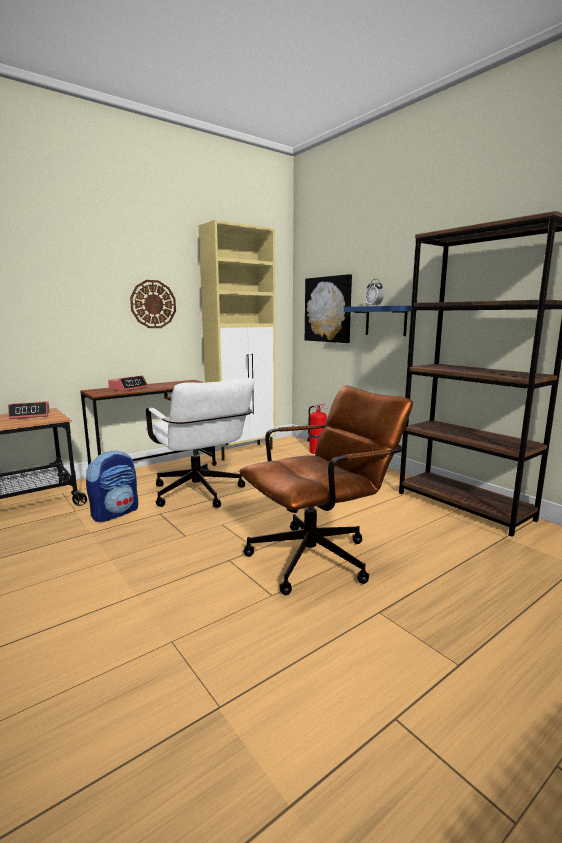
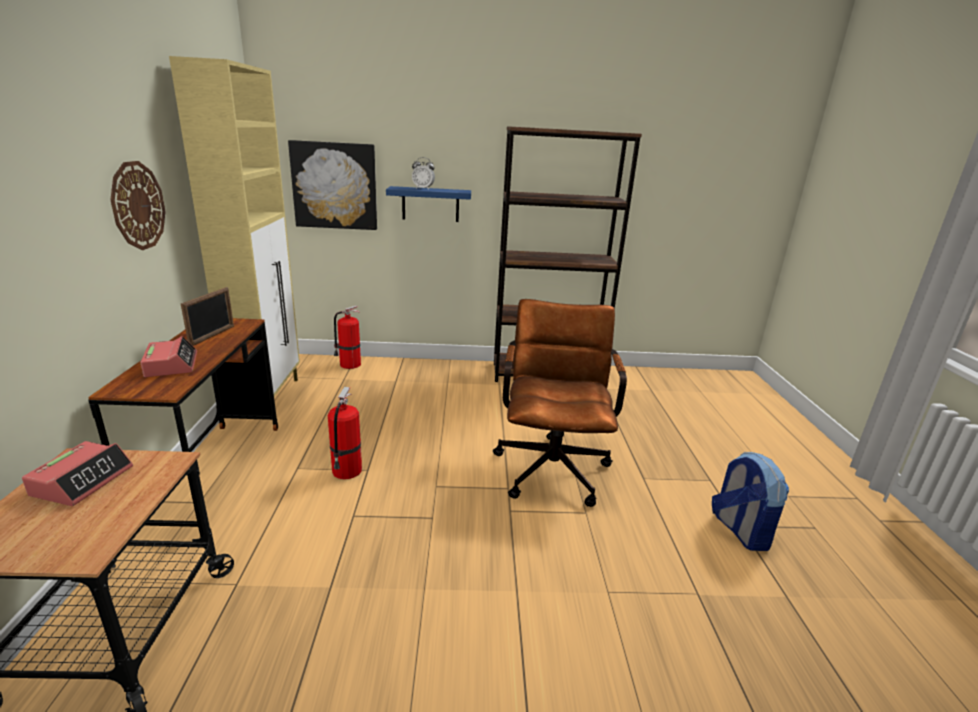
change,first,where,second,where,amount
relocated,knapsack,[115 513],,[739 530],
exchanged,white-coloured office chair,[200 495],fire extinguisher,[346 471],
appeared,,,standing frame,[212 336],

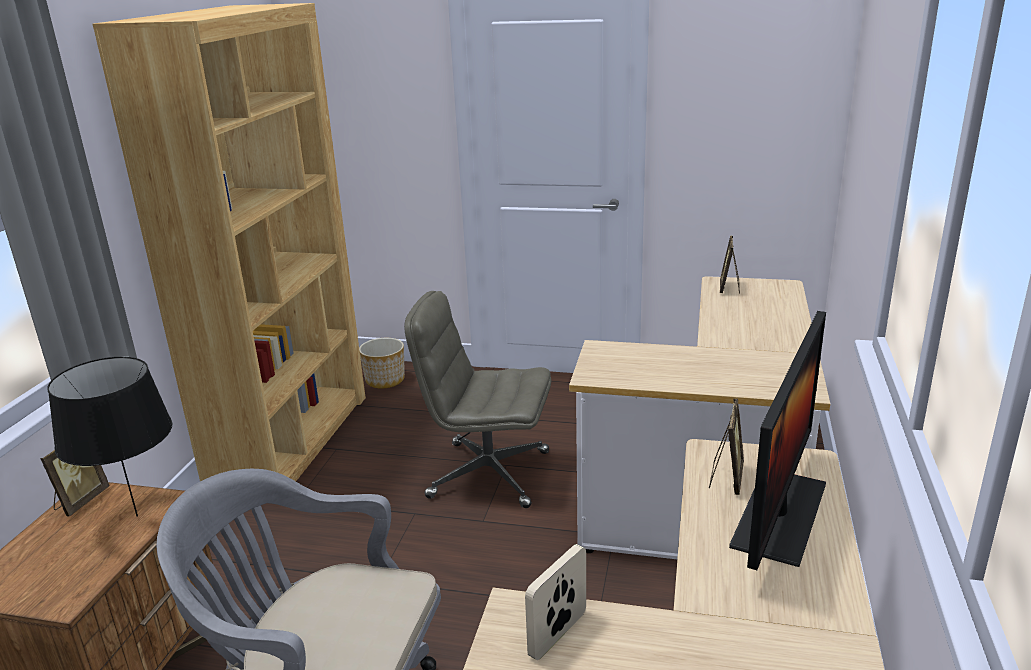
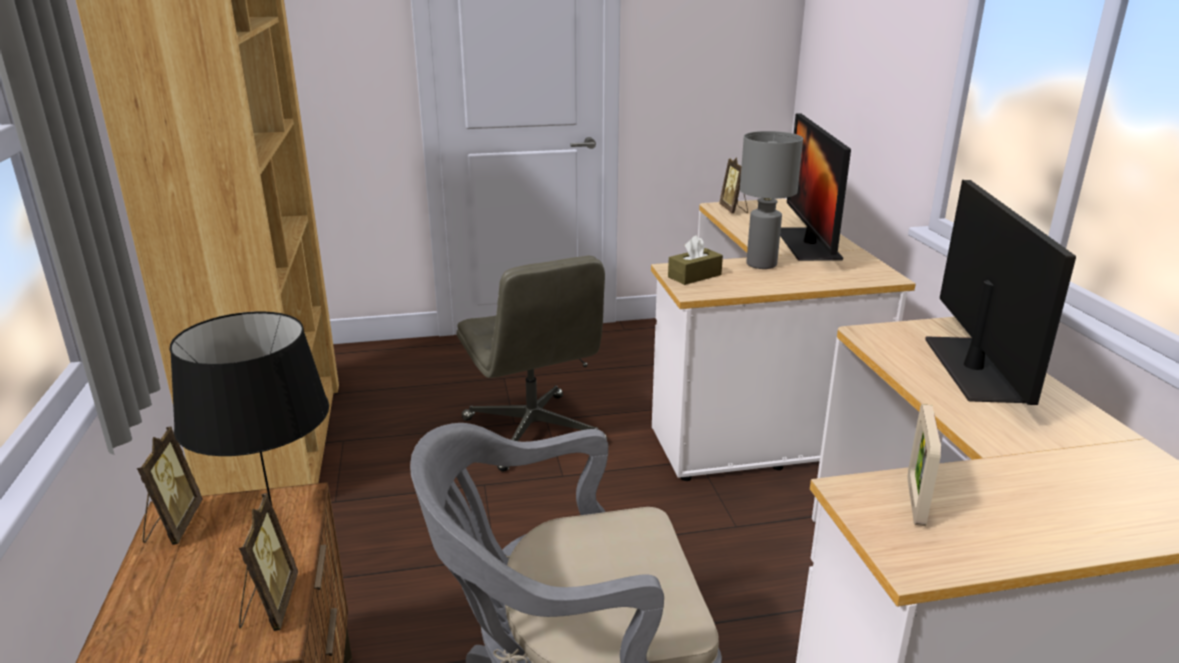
change,first,where,second,where,amount
missing,flower pot,[385 380],,,
spun,greyish office chair,[487 474],,[533 432],105 degrees counterclockwise
relocated,standing frame,[726 479],,[269 605],
appeared,,,brown box of tissues,[694 276],
appeared,,,greyish table lamp,[762 264],
appeared,,,computer display,[807 244],

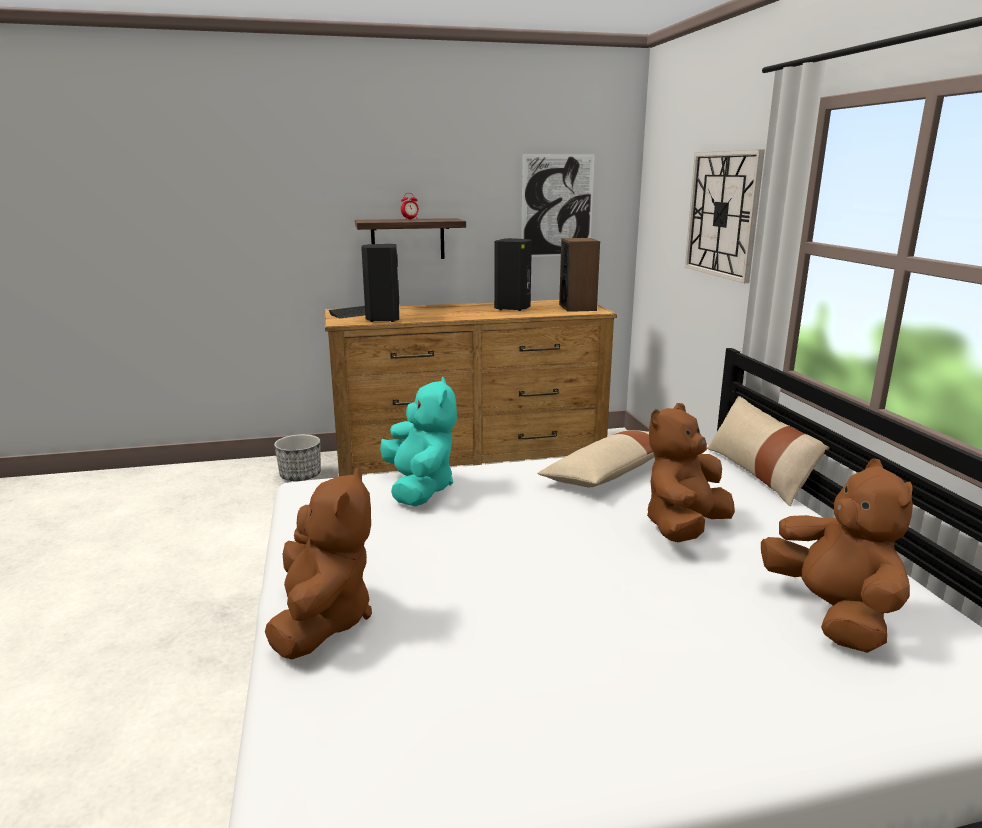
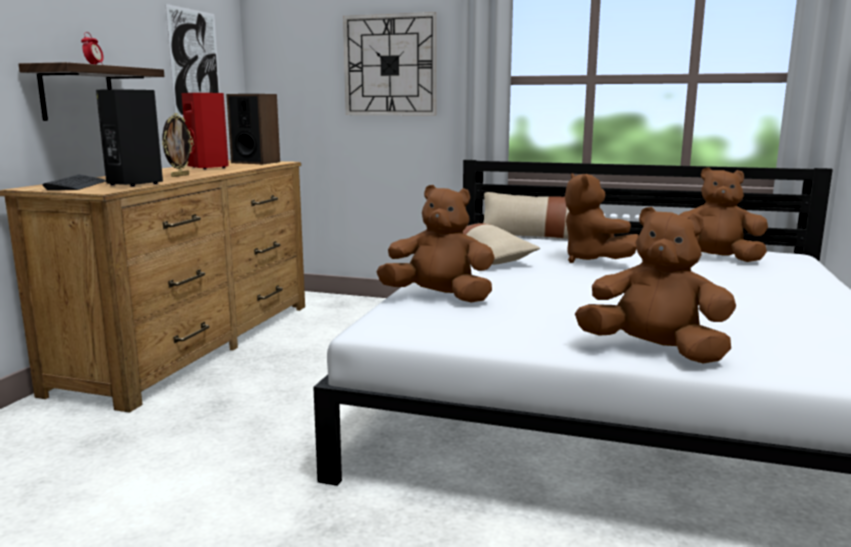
change,first,where,second,where,amount
missing,flower pot,[300 476],,,
colour,turquoise cuddly toy,[419 488],brown cuddly toy,[439 298],
colour,black-coloured speaker,[513 308],reddish speaker,[209 167],
appeared,,,standing frame,[179 176],

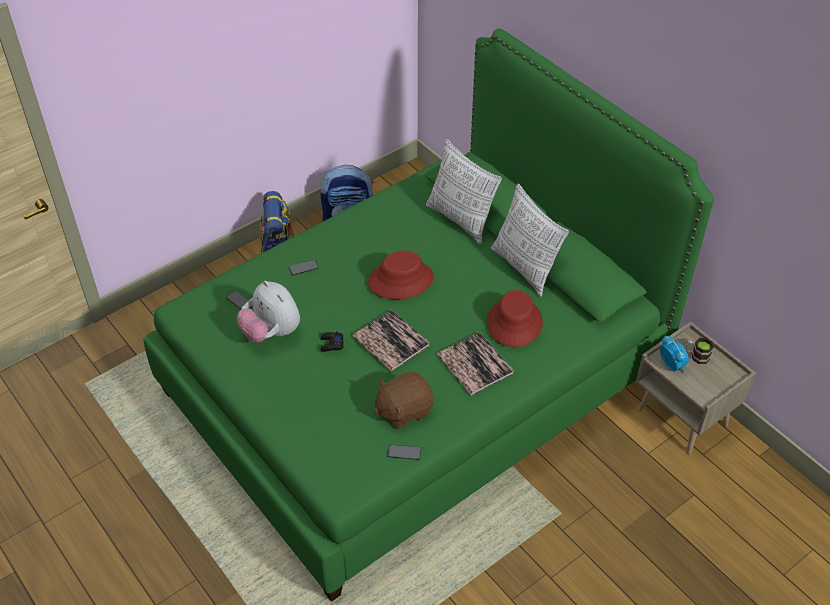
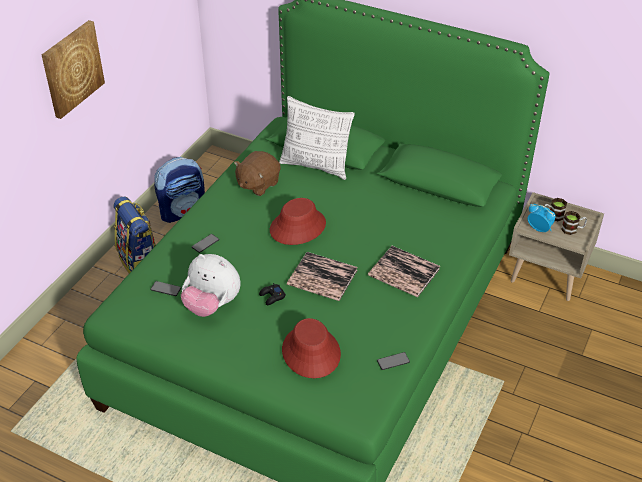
change,first,where,second,where,amount
relocated,brown cuddly toy,[403 410],,[257 184],
relocated,reddish clothing hat,[514 322],,[310 352],
missing,pillow,[525 268],,,
appeared,,,wall art,[72 68],
appeared,,,tea mug,[572 229],

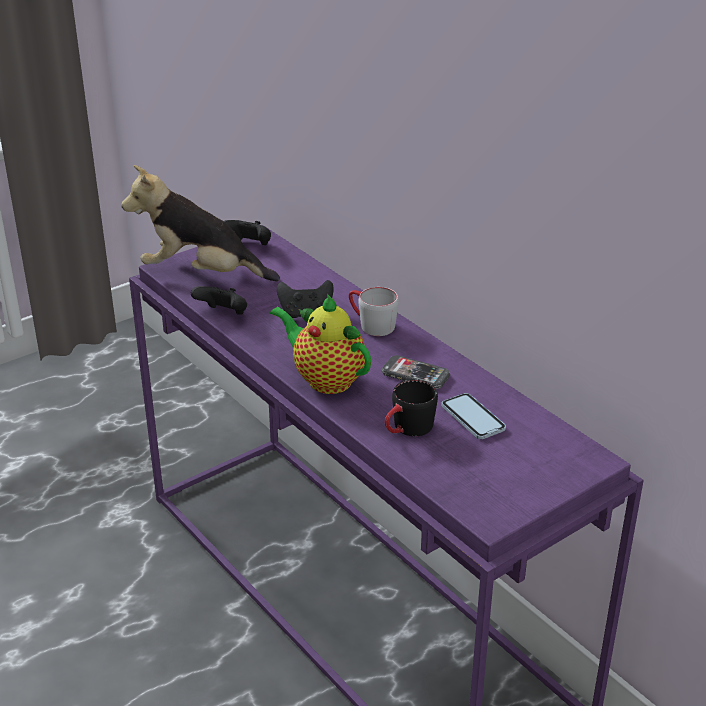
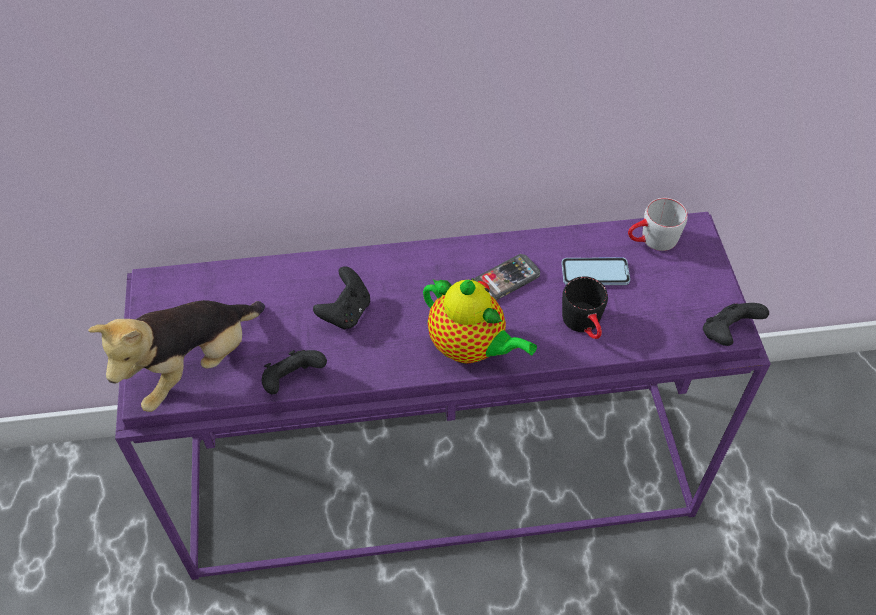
change,first,where,second,where,amount
relocated,black-coloured joypad,[249 246],,[727 334],
spun,tea pot,[325 379],,[470 348],120 degrees counterclockwise
relocated,greyish tea mug,[370 324],,[651 240],

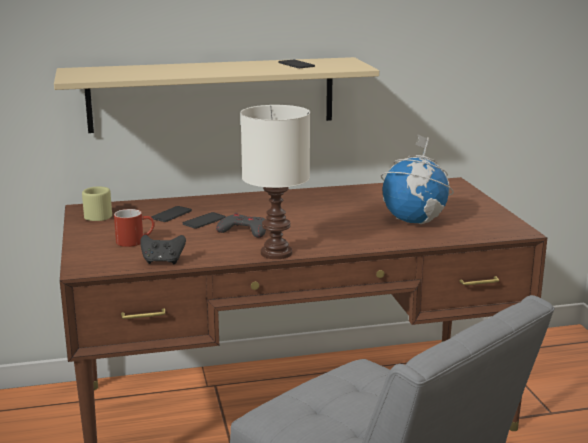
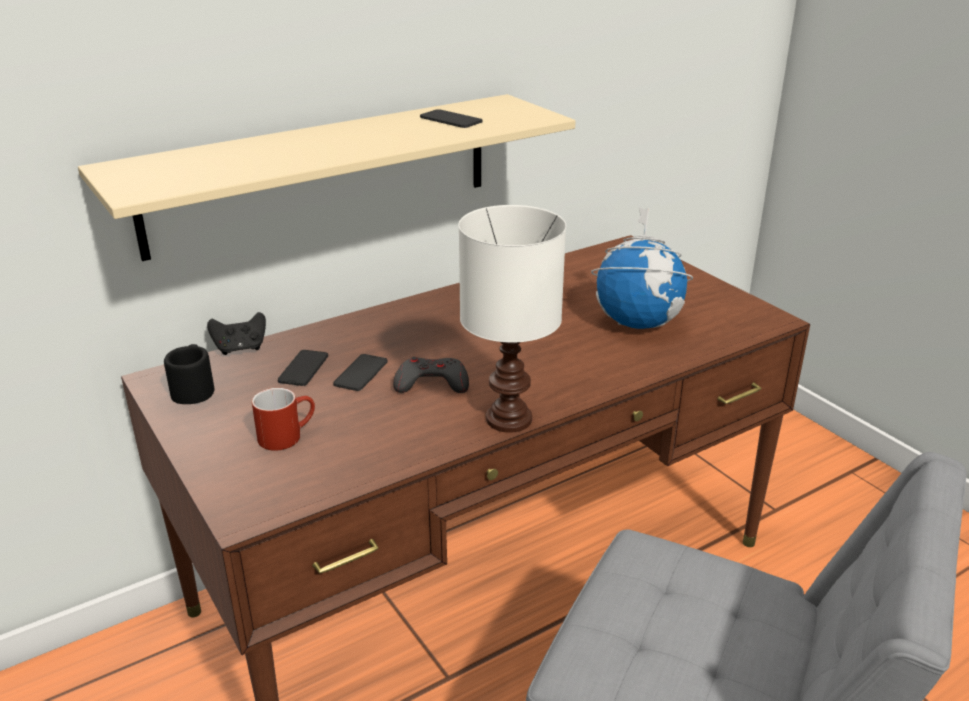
change,first,where,second,where,amount
colour,beige-coloured tea mug,[100 215],black-coloured tea mug,[194 388],
relocated,black-coloured joypad,[162 261],,[240 348],

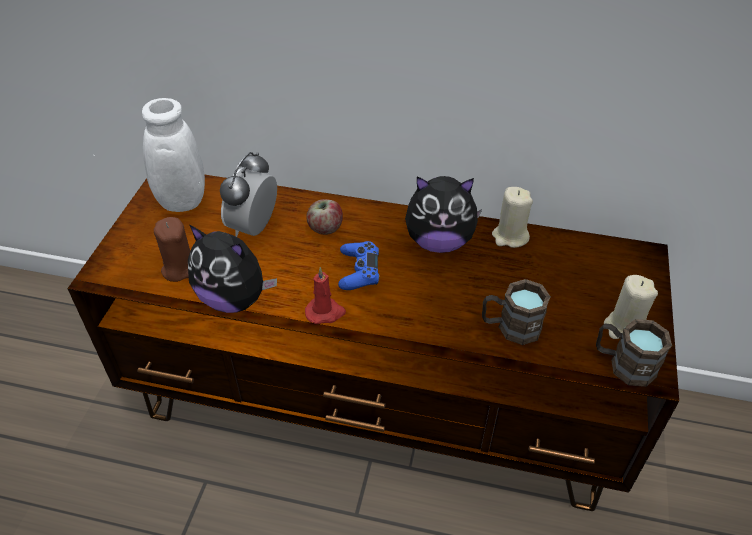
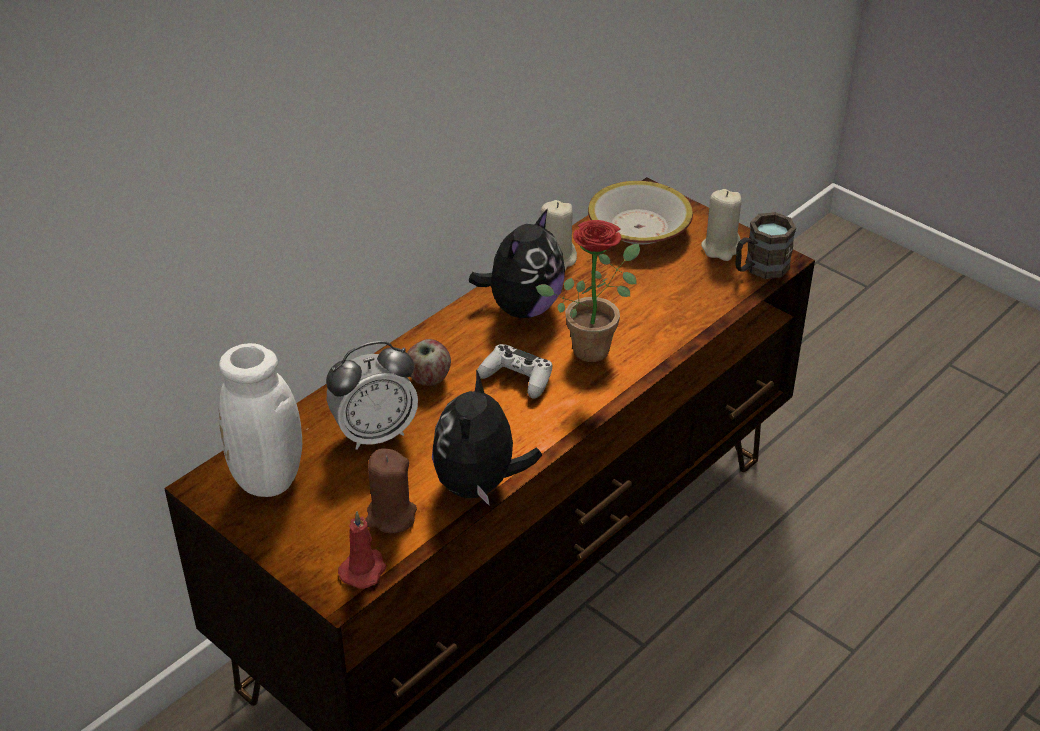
change,first,where,second,where,amount
spun,cuddly toy,[234 298],,[480 485],135 degrees clockwise
spun,alarm clock,[254 227],,[375 433],75 degrees counterclockwise
relocated,reddish candle,[325 312],,[364 569],
colour,blue-coloured joypad,[359 271],white-coloured joypad,[517 378],
missing,brown tea mug,[510 327],,,
appeared,,,potted plant,[594 345],
appeared,,,bowl,[638 228],

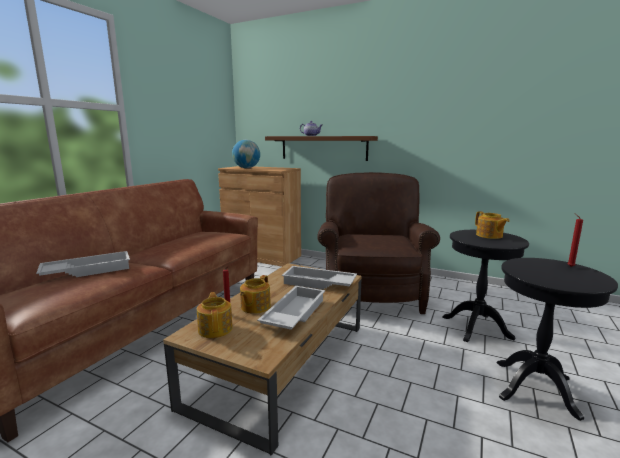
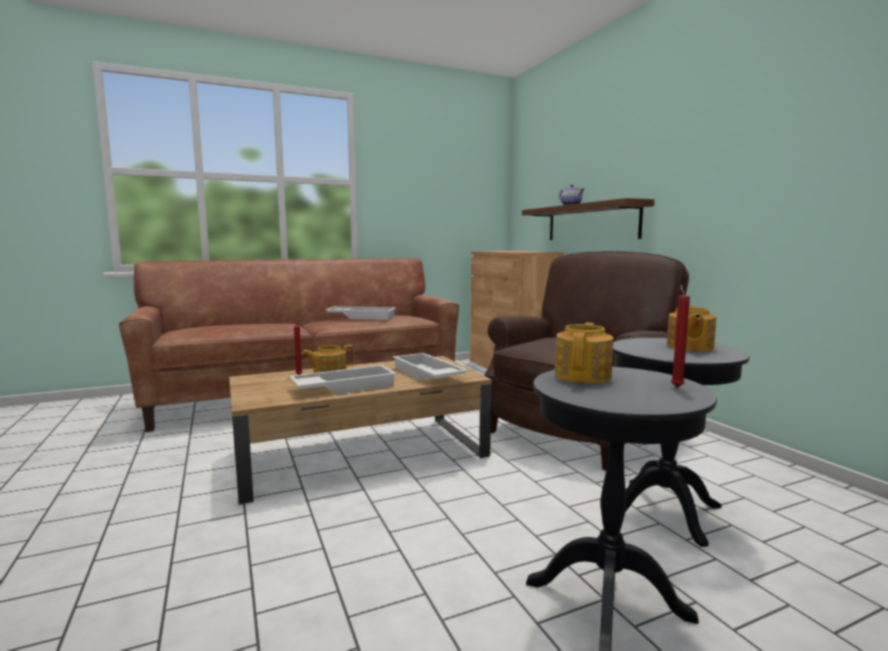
change,first,where,second,where,amount
relocated,white-coloured carrying tray,[88 270],,[362 317],
relocated,tea pot,[216 329],,[583 376],
missing,desk globe,[246 168],,,

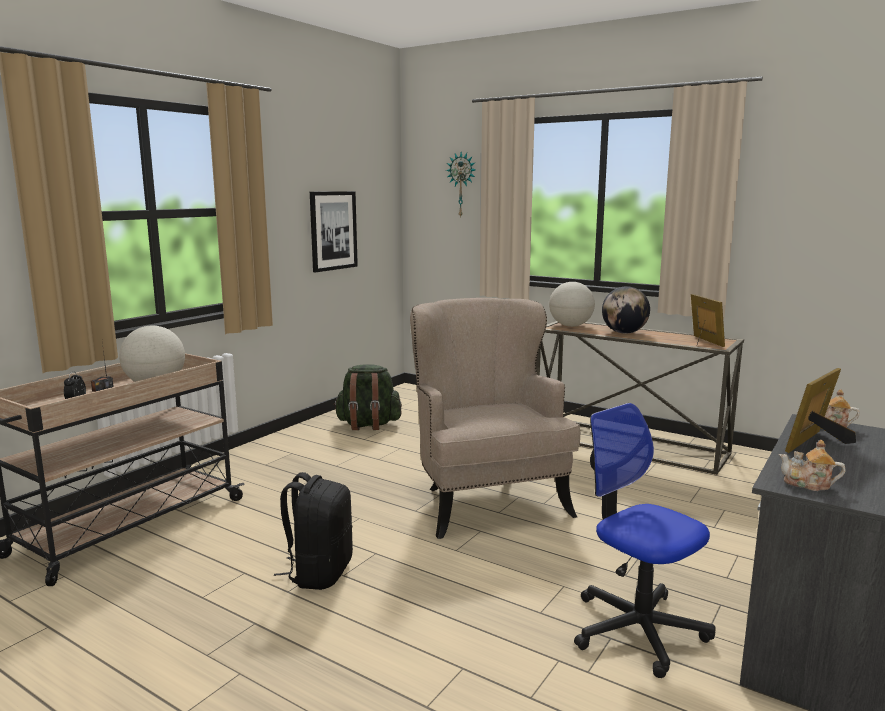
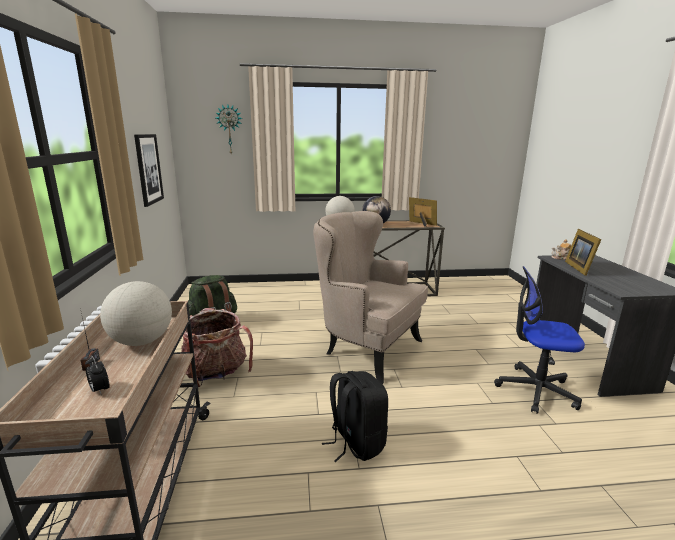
change,first,where,second,where,amount
missing,tea pot,[808 484],,,
appeared,,,knapsack,[216 375],

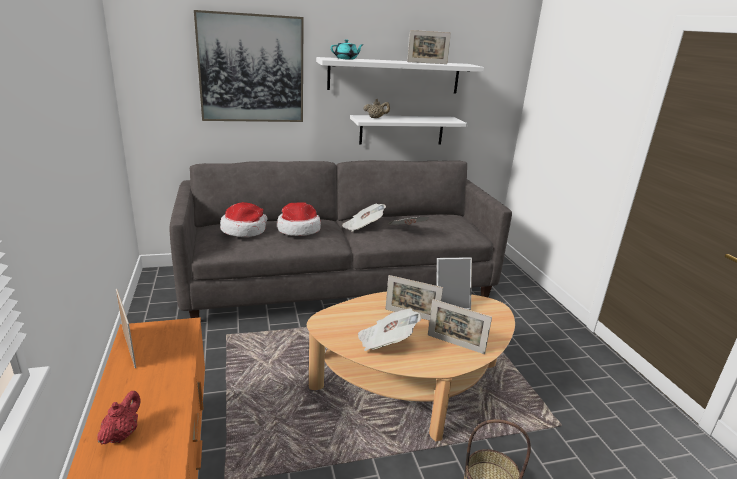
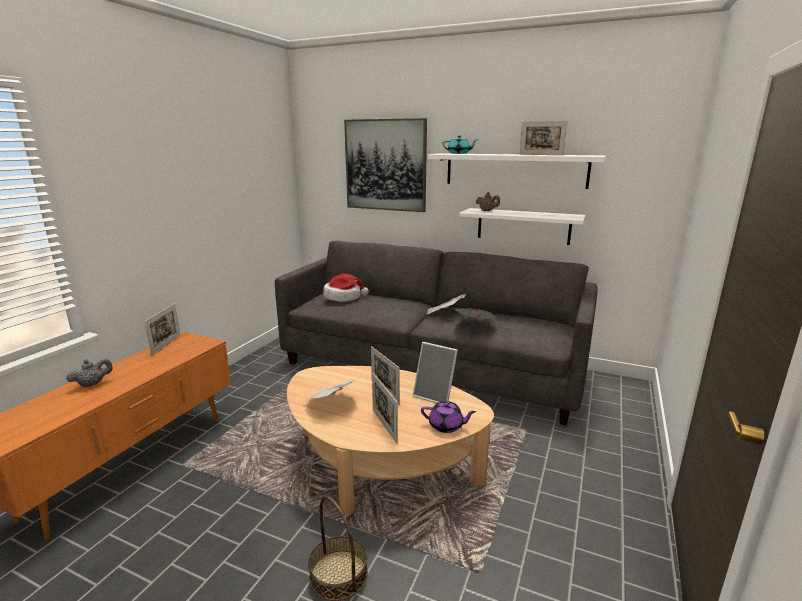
change,first,where,second,where,amount
colour,reddish tea pot,[122 434],greyish tea pot,[92 384],
missing,clothing hat,[298 229],,,
appeared,,,purplish tea pot,[446 426],

